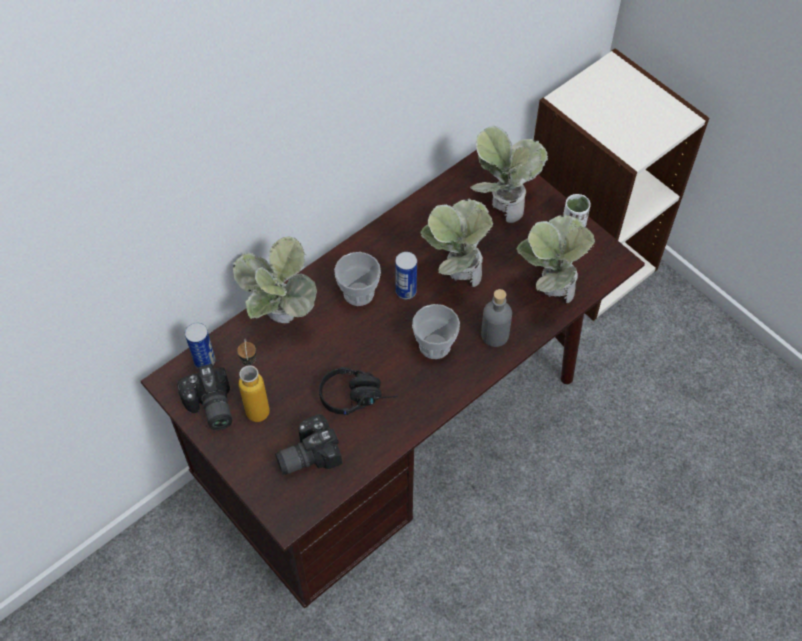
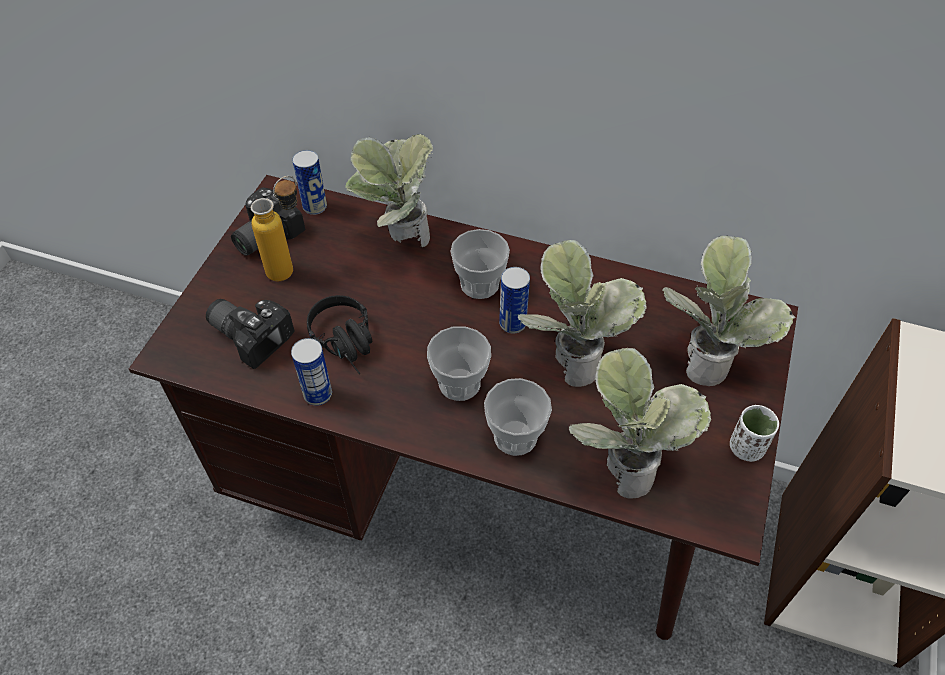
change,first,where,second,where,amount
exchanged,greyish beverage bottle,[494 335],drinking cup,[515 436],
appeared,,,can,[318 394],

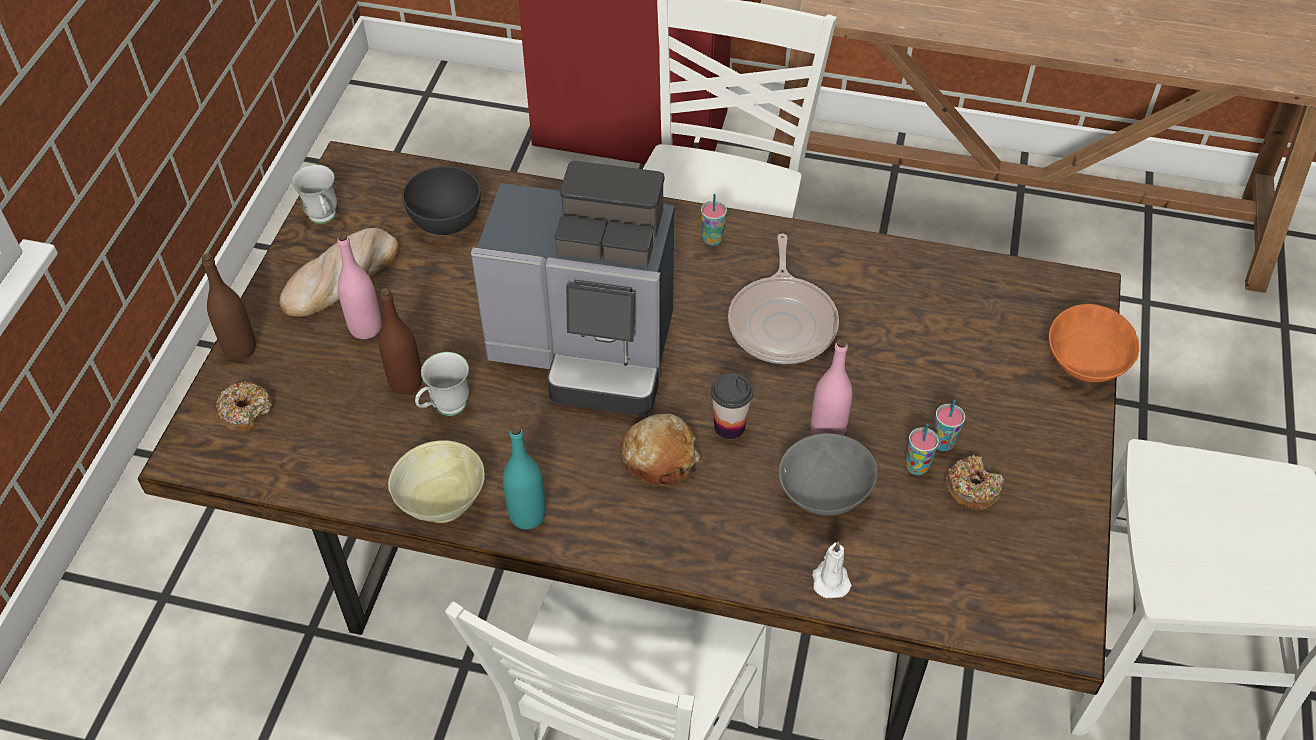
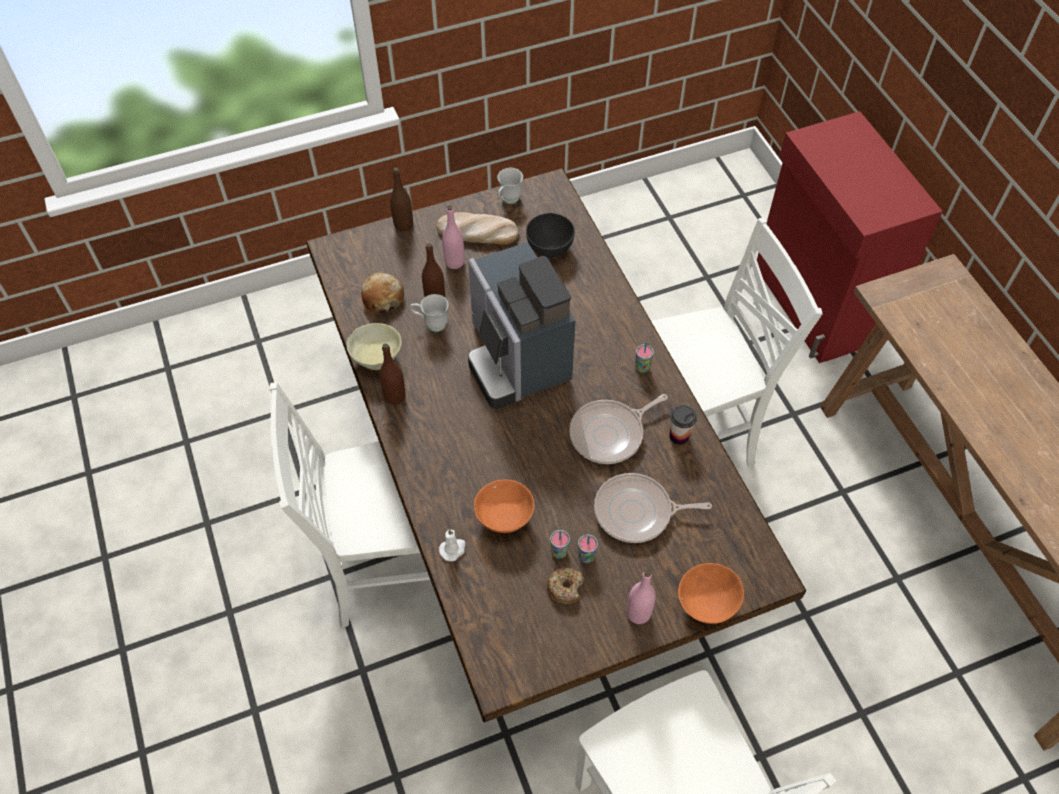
change,first,where,second,where,amount
missing,ring doughnut,[245 411],,,
colour,turquoise beverage bottle,[527 515],brown beverage bottle,[395 396],
relocated,bakery bread,[659 458],,[383 298],
relocated,drinking cup,[729 426],,[679 436],
colour,greyish bowl,[823 495],orange-coloured bowl,[505 517],
relocated,pinkish beverage bottle,[827 431],,[638 613],
appeared,,,skillet,[637 512],

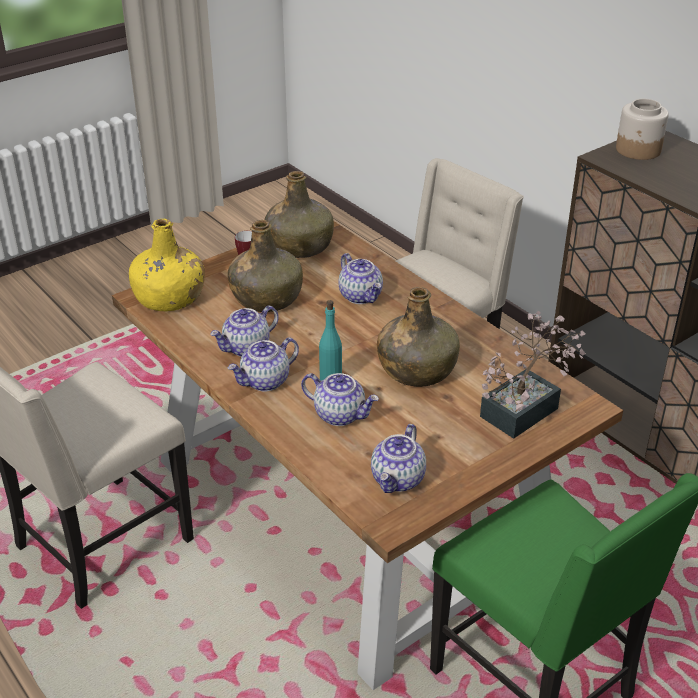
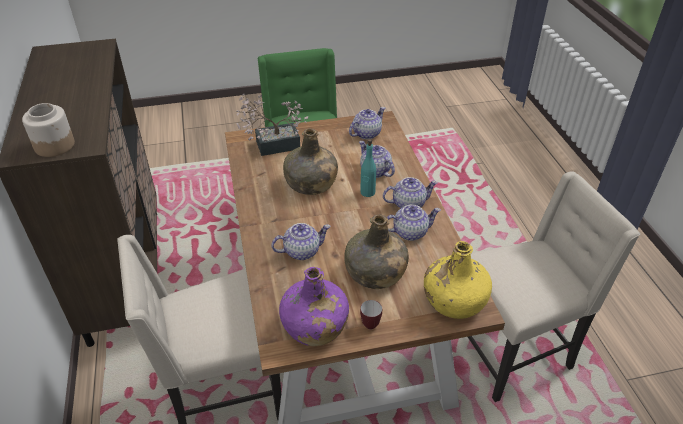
change,first,where,second,where,amount
colour,green beverage bottle,[300 246],purplish beverage bottle,[314 326],
spun,tea pot,[361 296],,[302 251],75 degrees clockwise

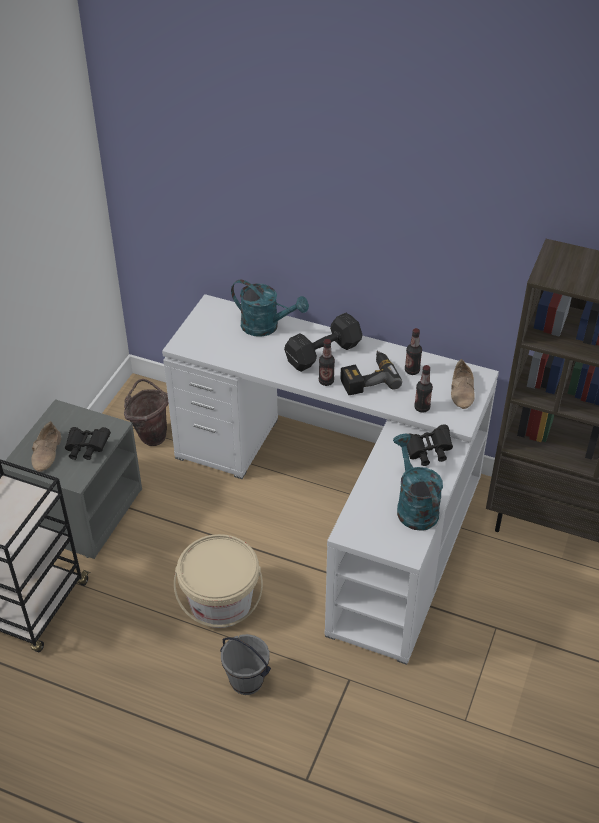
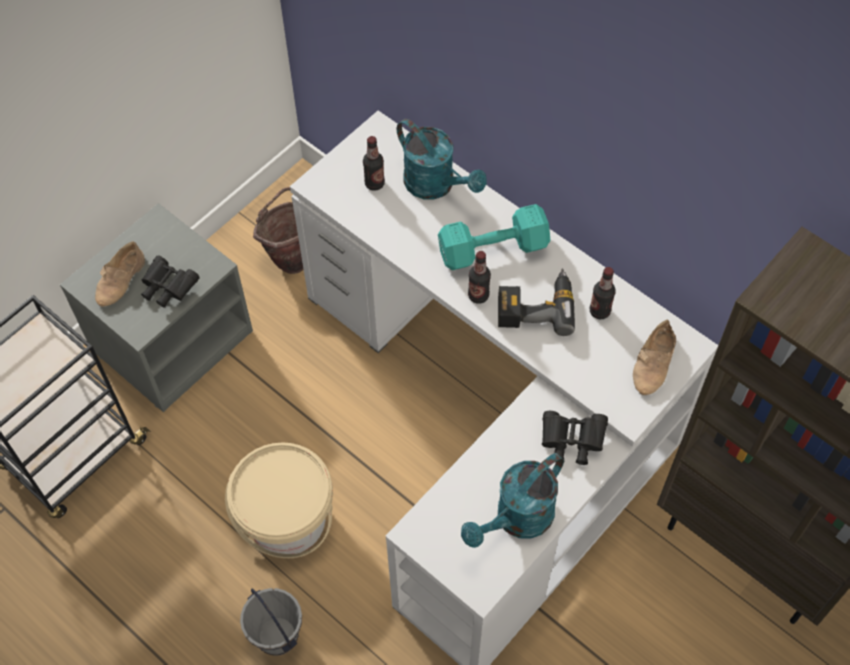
change,first,where,second,where,amount
colour,black-coloured hand weight,[321 354],turquoise hand weight,[490 249],
spun,turquoise sprinkling can,[414 506],,[517 520],135 degrees counterclockwise
relocated,beverage bottle,[422 408],,[374 183],

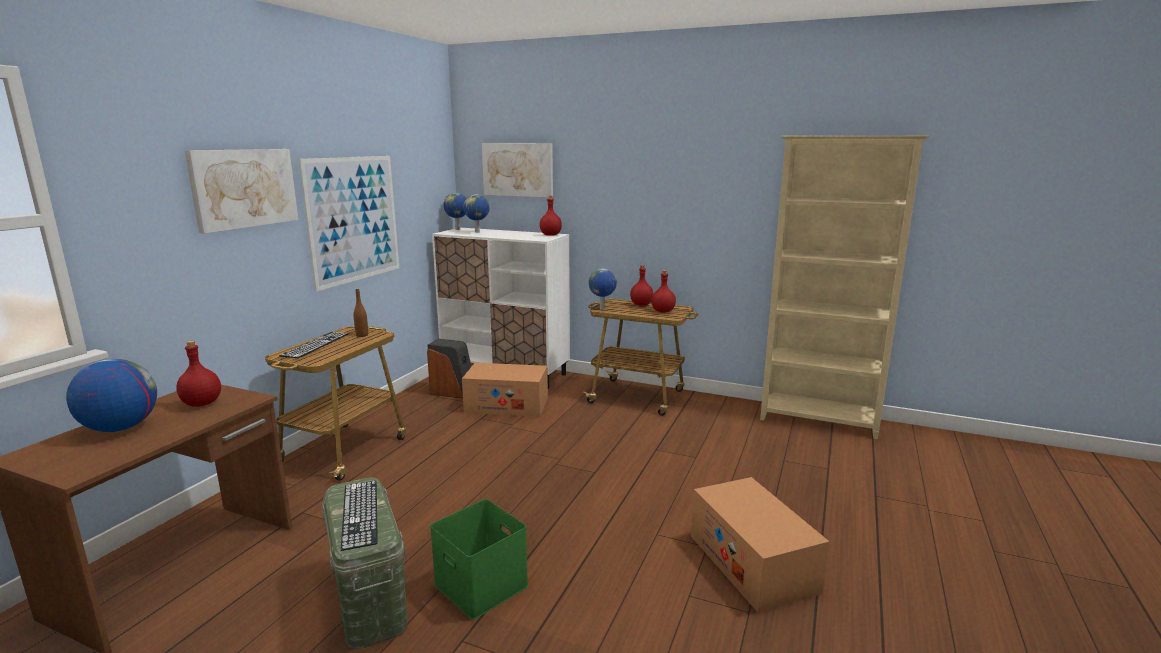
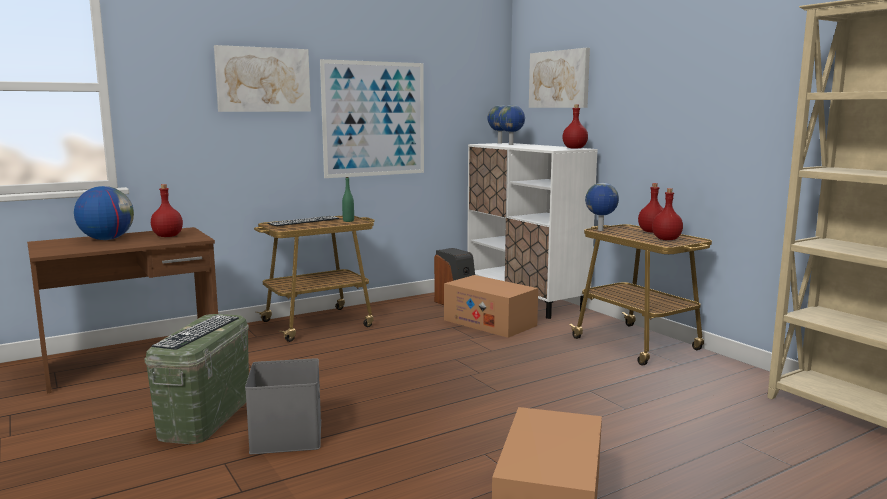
change,first,where,second,where,amount
colour,brown beverage bottle,[362 335],green beverage bottle,[348 221],
colour,green storage bin,[483 585],greyish storage bin,[288 436],

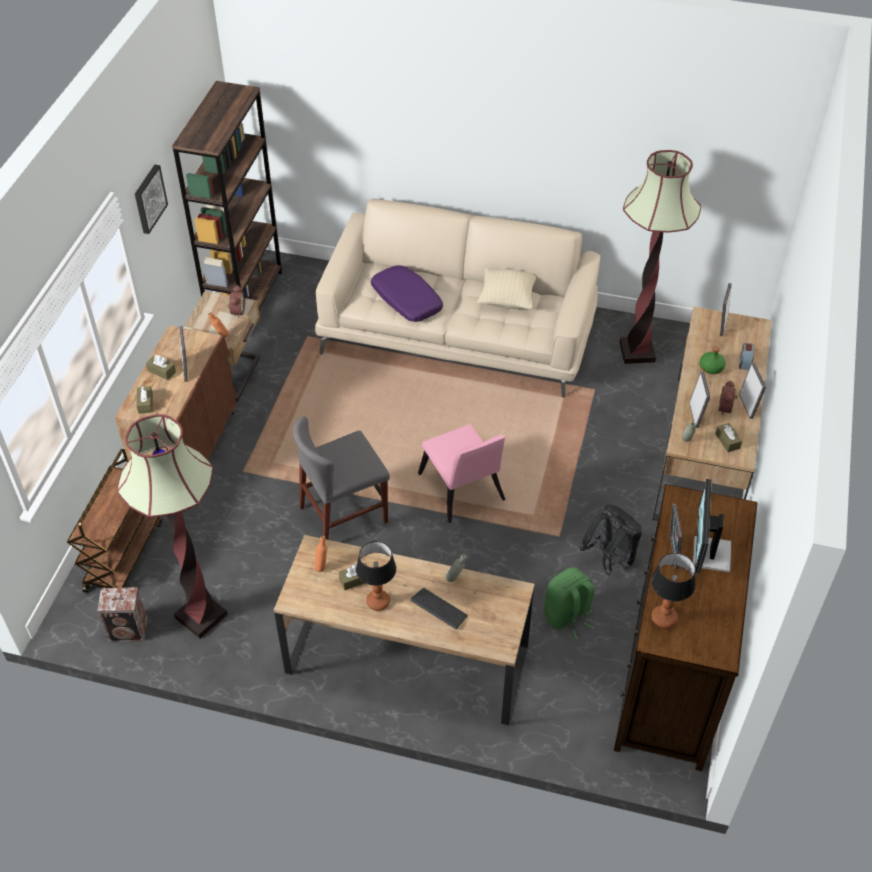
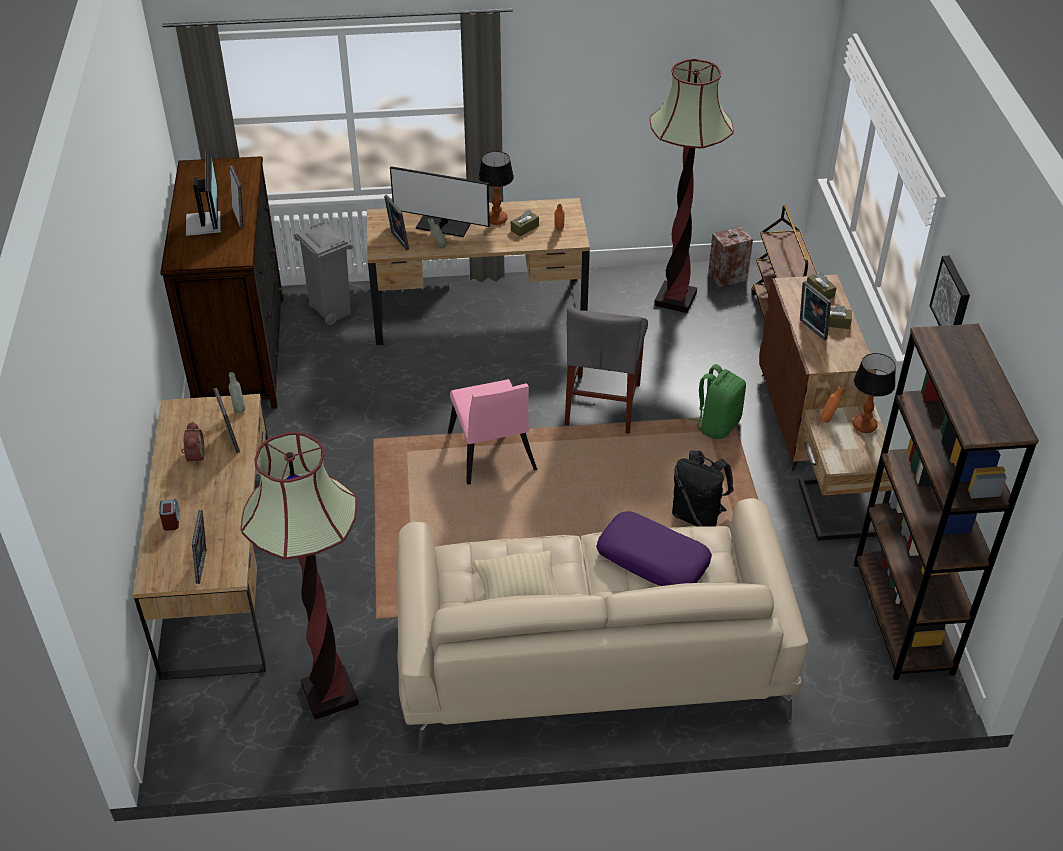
change,first,where,second,where,amount
missing,alarm clock,[237 311],,,
spun,greyish upright chair,[344 514],,[603 404],150 degrees clockwise
exchanged,PC keyboard,[439 609],computer display,[443 226],
spun,pinkish upright chair,[462 491],,[492 456],150 degrees counterclockwise
relocated,green knapsack,[567 616],,[717 424],
relocated,black-coloured knapsack,[610 559],,[698 515],
relocated,table lamp,[664 618],,[864 425],
missing,green beverage bottle,[711 367],,,
missing,brown box of tissues,[727 441],,,
relocated,standing frame,[747 406],,[398 241],
appeared,,,greyish trash can,[331 312],

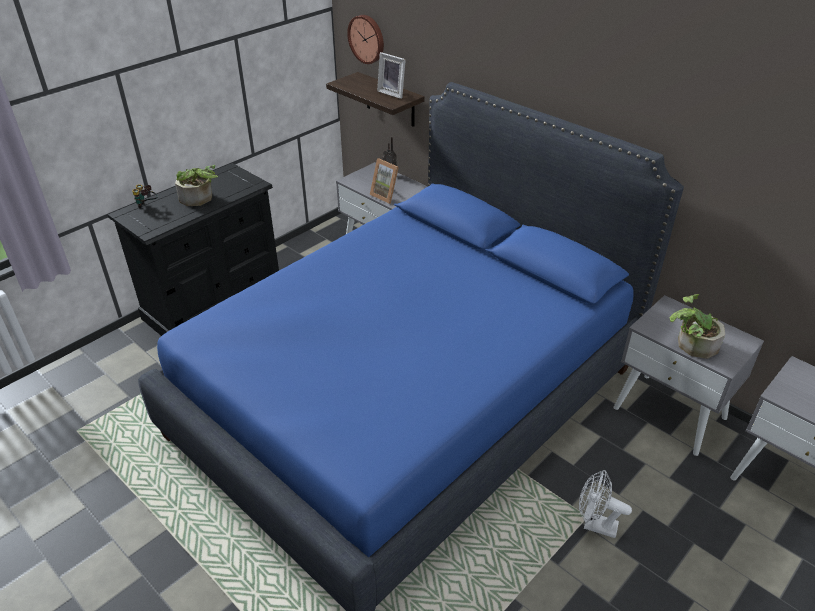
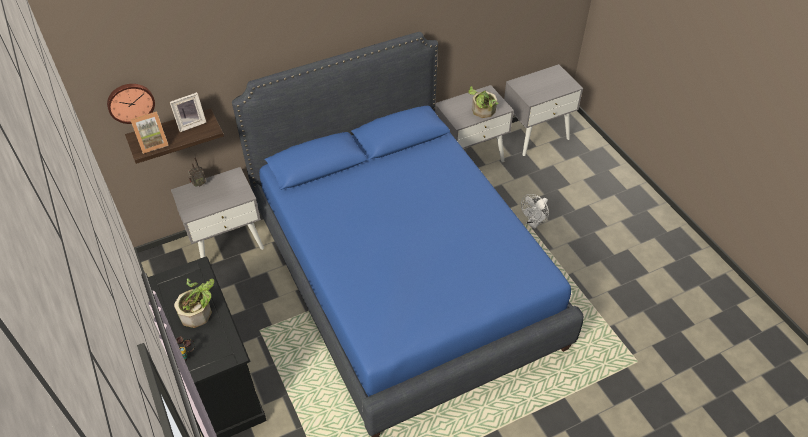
change,first,where,second,where,amount
relocated,standing frame,[386 195],,[153 143],

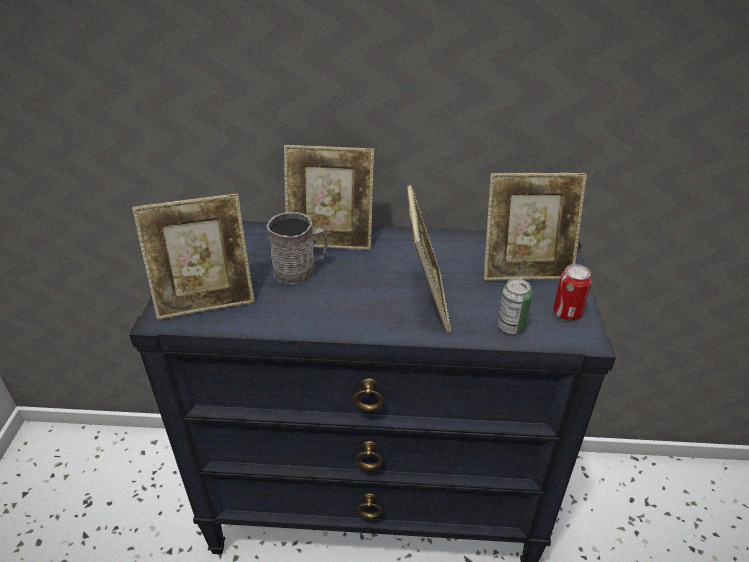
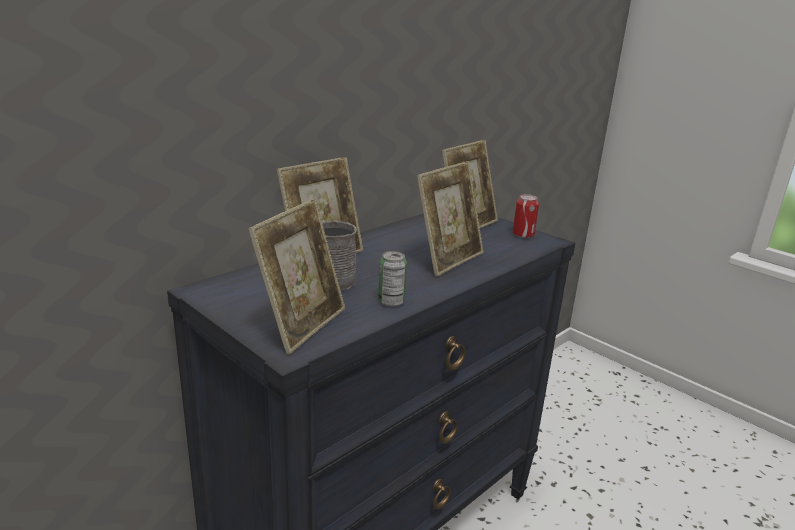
change,first,where,second,where,amount
spun,standing frame,[425 300],,[448 260],90 degrees clockwise
relocated,can,[510 326],,[391 302],

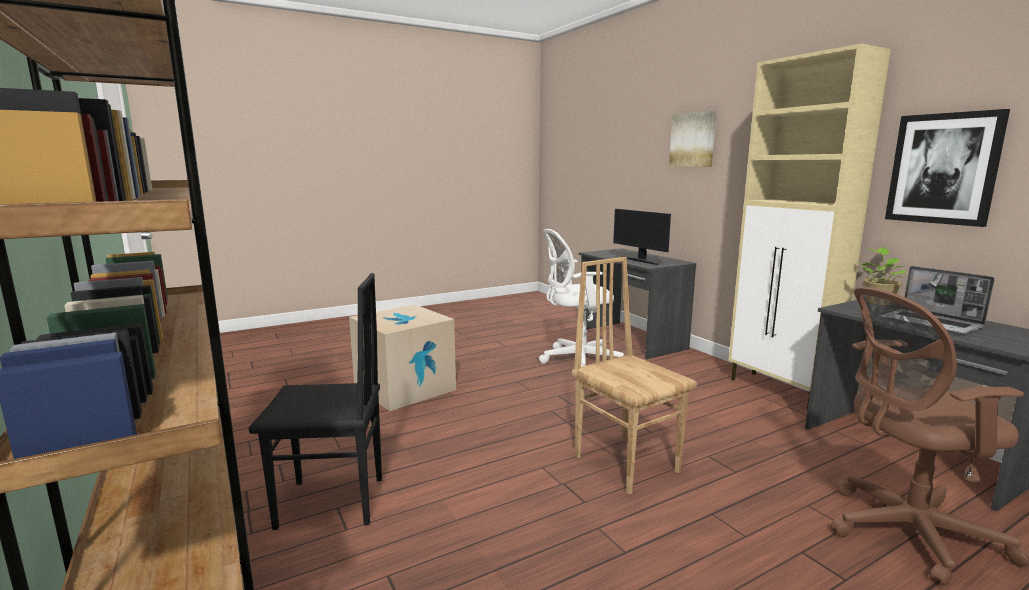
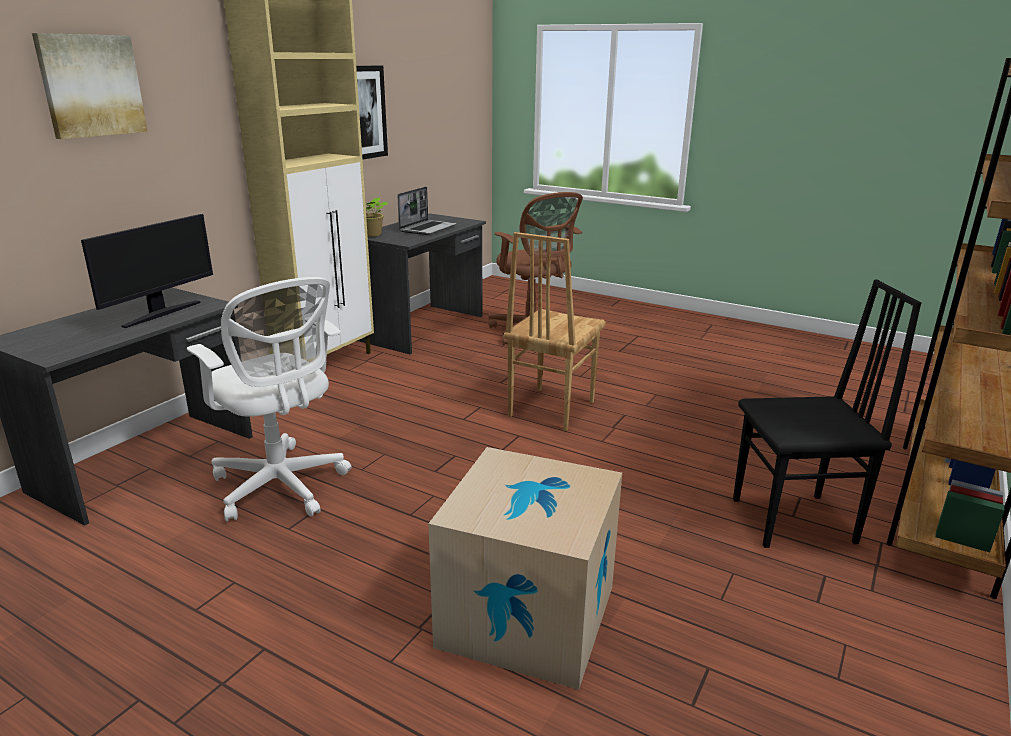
change,first,where,second,where,amount
spun,black-coloured upright chair,[332 503],,[794 522],120 degrees clockwise

